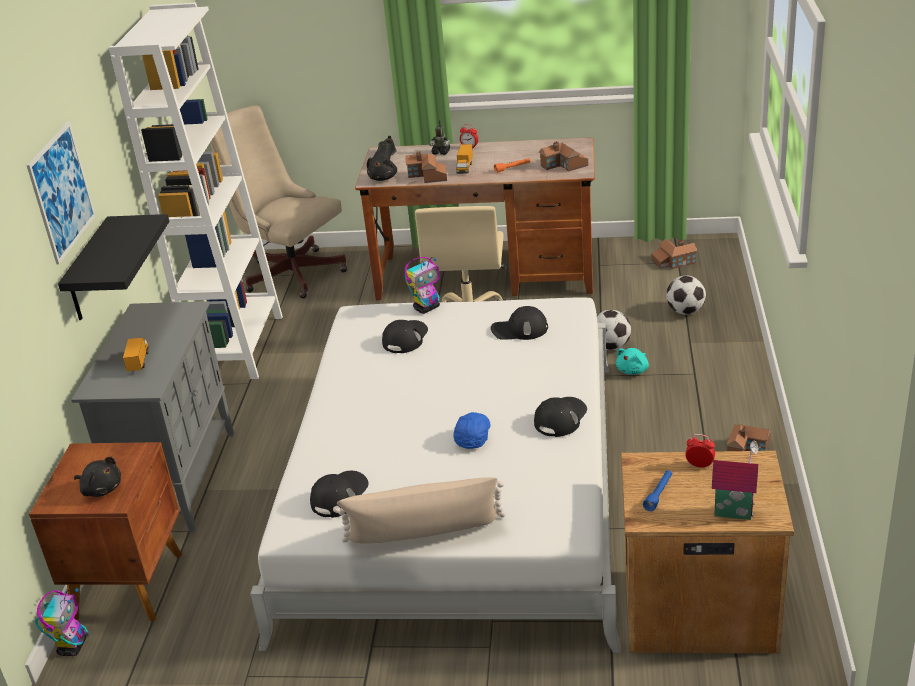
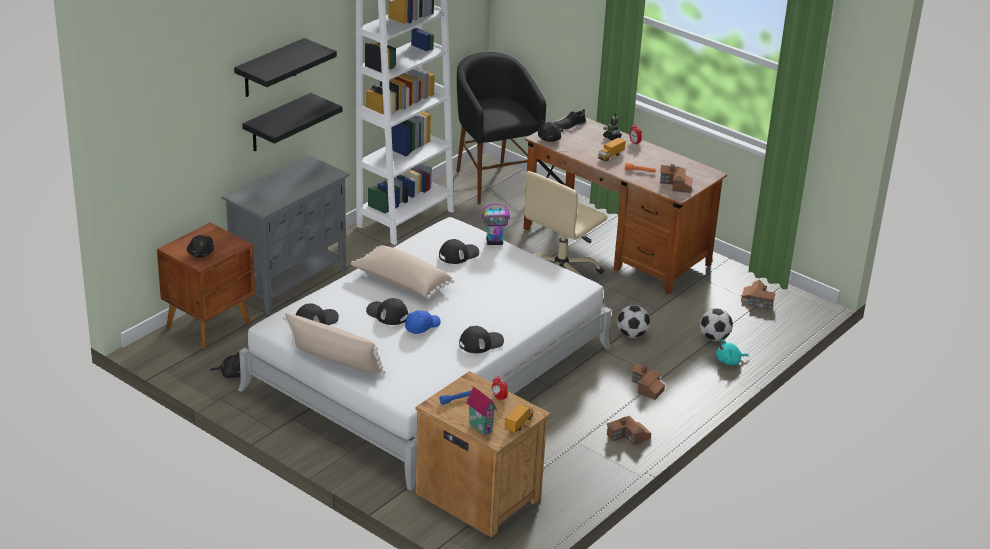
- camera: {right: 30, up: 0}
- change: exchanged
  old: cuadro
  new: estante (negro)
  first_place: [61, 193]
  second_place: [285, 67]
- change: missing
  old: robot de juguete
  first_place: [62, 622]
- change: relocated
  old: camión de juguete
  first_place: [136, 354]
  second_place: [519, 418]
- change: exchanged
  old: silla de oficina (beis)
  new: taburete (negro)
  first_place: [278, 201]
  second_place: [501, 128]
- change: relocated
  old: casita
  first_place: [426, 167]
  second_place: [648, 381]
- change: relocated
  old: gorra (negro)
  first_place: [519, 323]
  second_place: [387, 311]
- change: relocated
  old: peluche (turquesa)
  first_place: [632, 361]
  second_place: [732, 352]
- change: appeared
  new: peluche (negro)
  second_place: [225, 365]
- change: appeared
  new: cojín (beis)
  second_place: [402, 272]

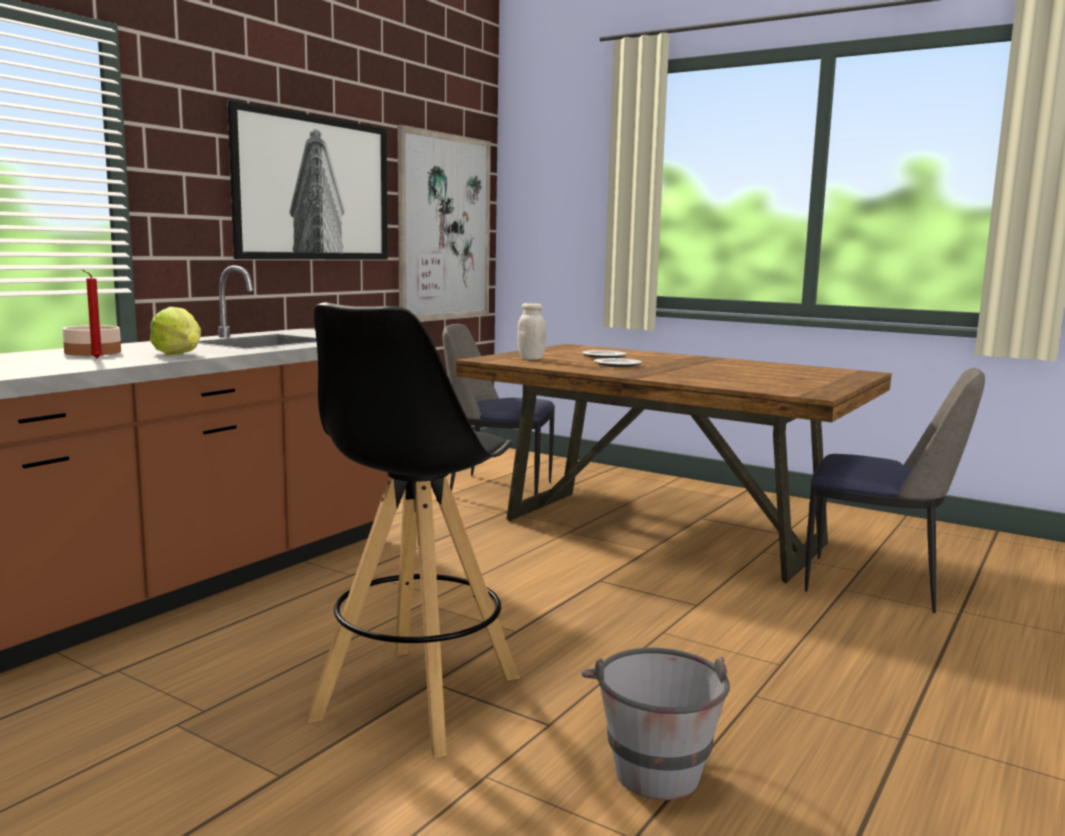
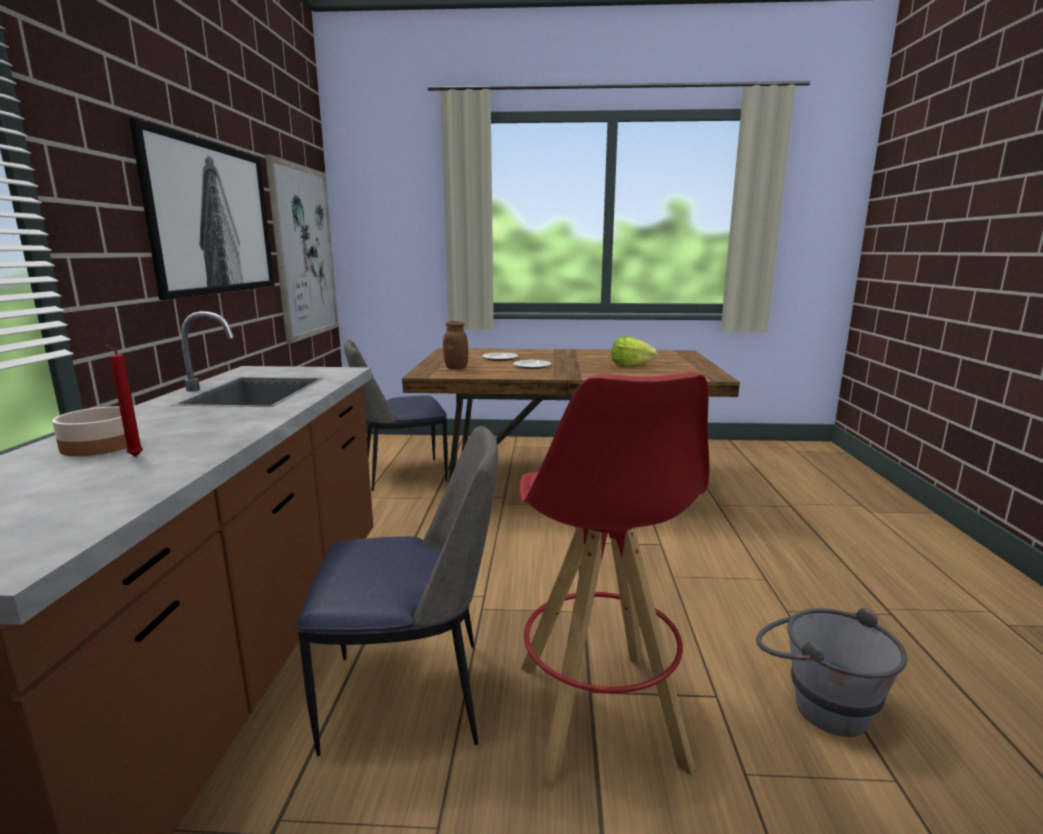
- camera: {right: -30, up: 5}
- change: relocated
  old: lechuga
  first_place: [175, 331]
  second_place: [634, 351]
- change: colour
  old: taburete (negro)
  new: taburete (rojo)
  first_place: [413, 530]
  second_place: [614, 581]
- change: colour
  old: tarro (blanco)
  new: tarro (marrón)
  first_place: [531, 331]
  second_place: [455, 345]
- change: relocated
  old: silla
  first_place: [895, 490]
  second_place: [397, 591]

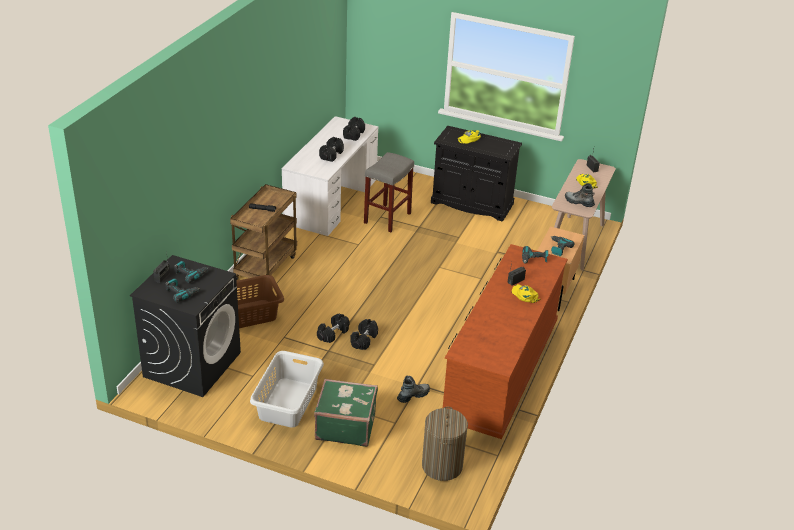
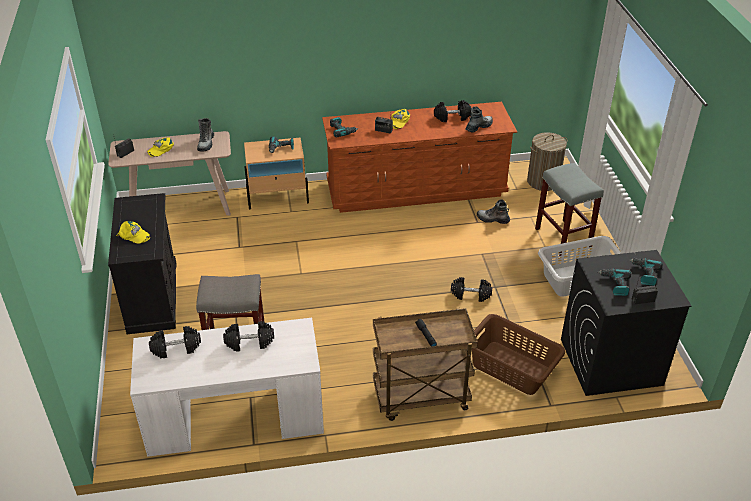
- camera: {right: -120, up: 5}
- change: exchanged
  old: maleta (verde)
  new: taburete (gris)
  first_place: [346, 413]
  second_place: [569, 209]
- change: relocated
  old: mancuerna (negro)
  first_place: [364, 334]
  second_place: [453, 111]
- change: appeared
  new: bota
  second_place: [479, 119]

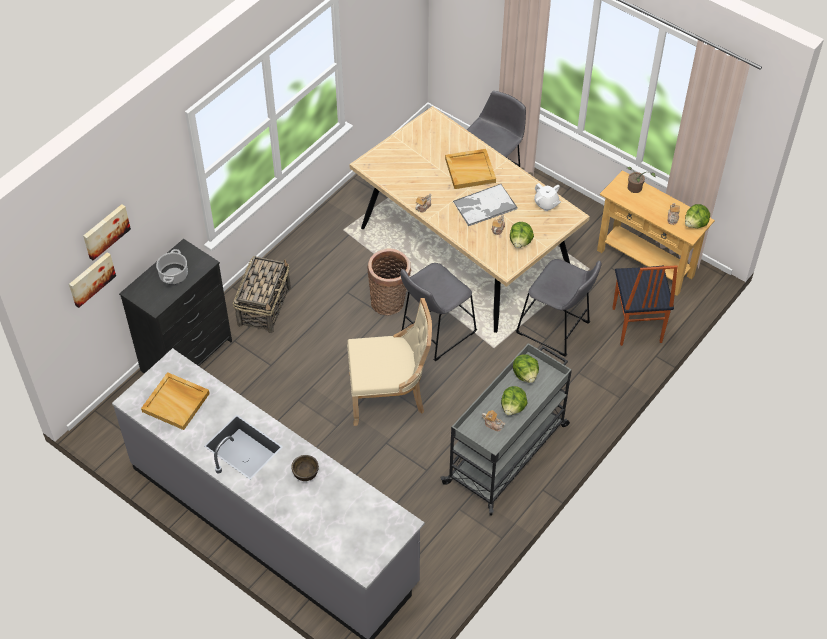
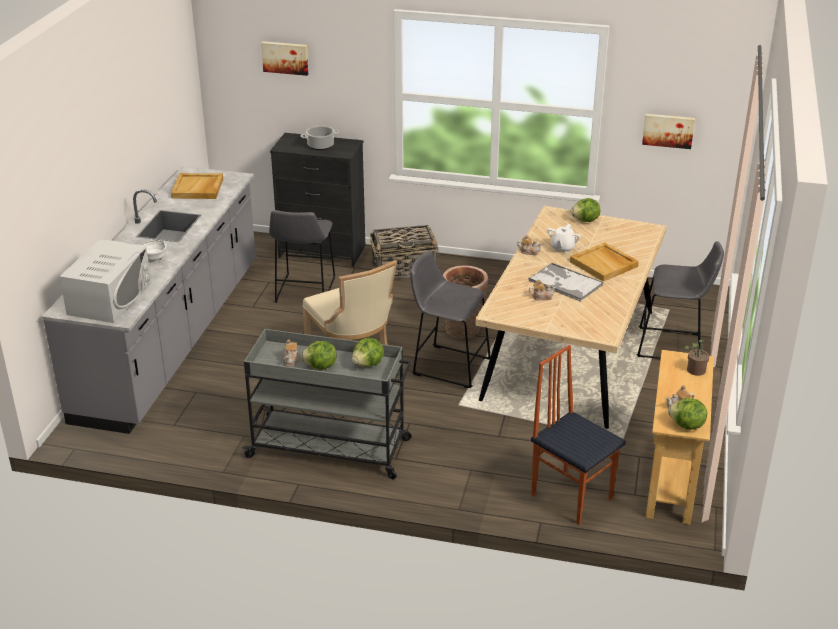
- camera: {right: 65, up: -20}
- change: relocated
  old: cuadro
  first_place: [92, 280]
  second_place: [668, 131]
- change: colour
  old: cuenco (marrón)
  new: cuenco (blanco)
  first_place: [305, 468]
  second_place: [154, 251]
- change: relocated
  old: lechuga
  first_place: [522, 235]
  second_place: [585, 210]
- change: relocated
  old: taburete (gris)
  first_place: [559, 307]
  second_place: [302, 256]
- change: relocated
  old: tetera (blanco)
  first_place: [547, 197]
  second_place: [564, 238]
- change: spun
  old: silla
  first_place: [645, 305]
  second_place: [578, 434]
  degrees: 75
- change: appeared
  new: microondas (blanco)
  second_place: [105, 281]

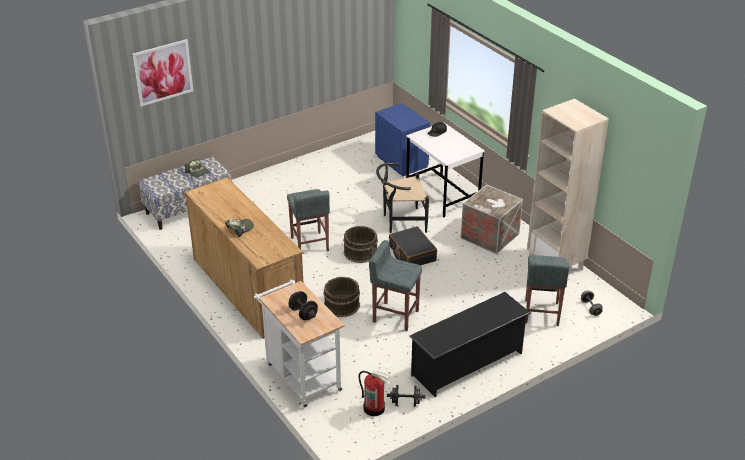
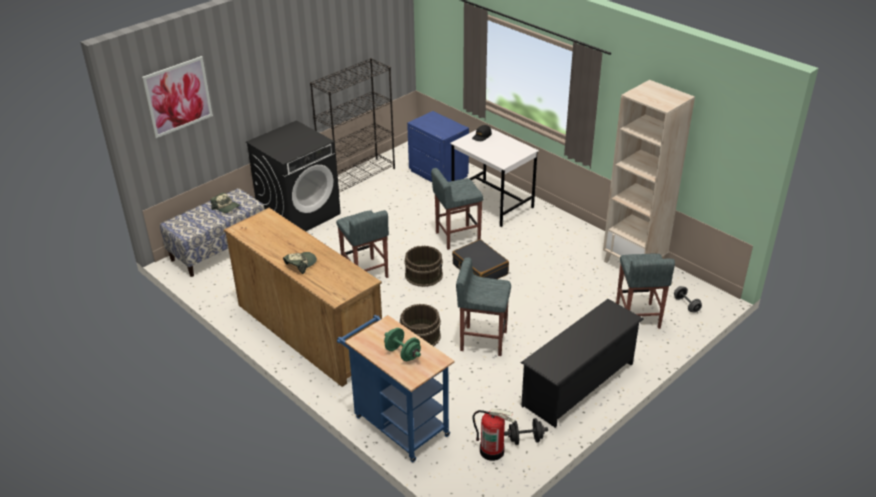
- camera: {right: -10, up: 0}
- change: colour
  old: carrito (blanco)
  new: carrito (azul)
  first_place: [299, 343]
  second_place: [395, 388]
- change: colour
  old: mancuerna (negro)
  new: mancuerna (verde)
  first_place: [303, 305]
  second_place: [402, 344]
- change: exchanged
  old: silla (negro)
  new: taburete (gris)
  first_place: [402, 197]
  second_place: [457, 209]
- change: missing
  old: caja de embalaje
  first_place: [492, 219]
- change: appeared
  new: lavadora (negro)
  second_place: [293, 175]
- change: appeared
  new: estantería (negro)
  second_place: [352, 125]

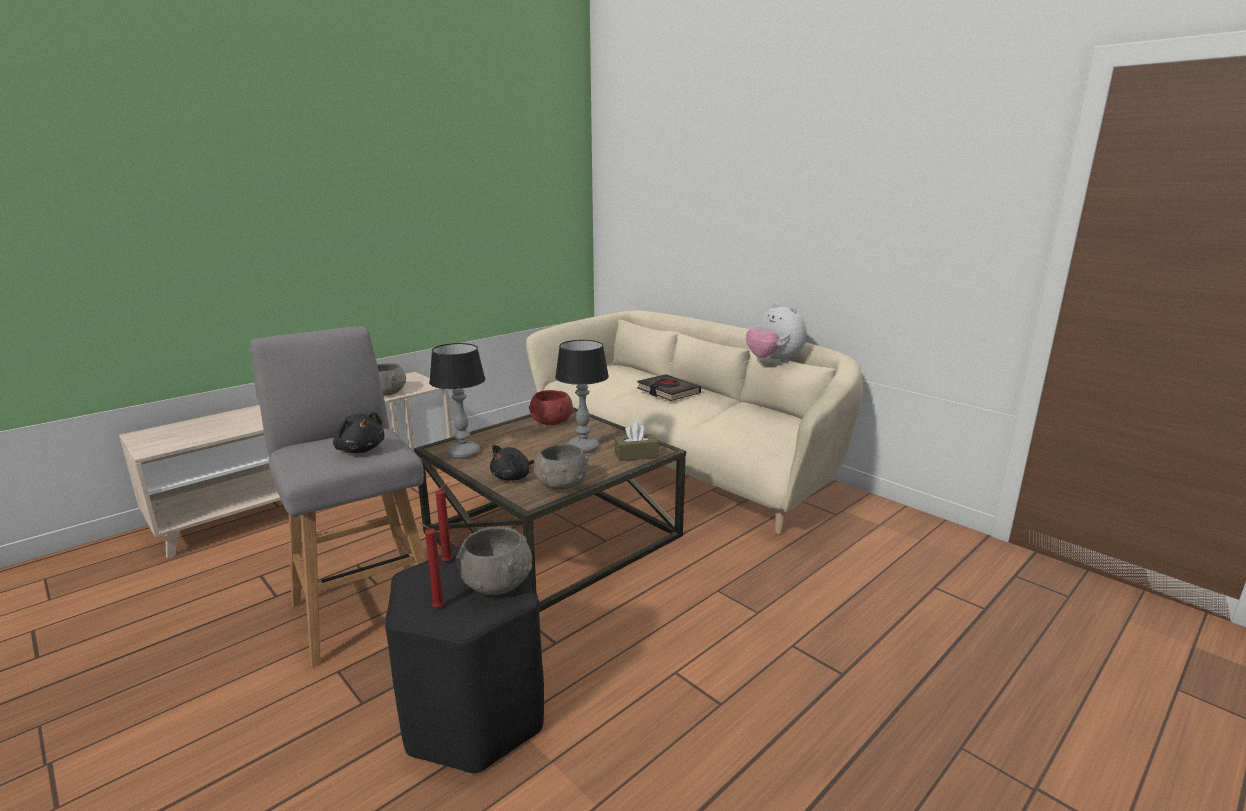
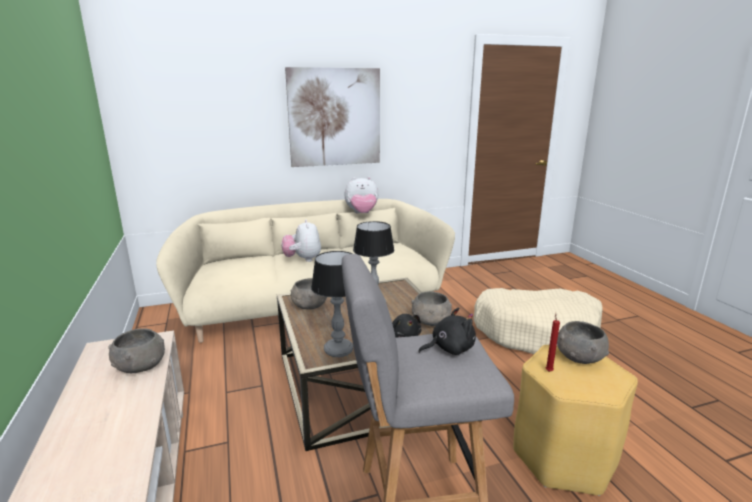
- camera: {right: -65, up: 0}
- change: colour
  old: taburete (negro)
  new: taburete (amarillo)
  first_place: [464, 660]
  second_place: [575, 420]
- change: missing
  old: vela (rojo)
  first_place: [431, 565]
- change: colour
  old: cuenco (rojo)
  new: cuenco (gris)
  first_place: [551, 407]
  second_place: [309, 293]
- change: missing
  old: caja de pañuelos (marrón)
  first_place: [636, 442]
- change: exchanged
  old: libro (negro)
  new: peluche
  first_place: [669, 387]
  second_place: [301, 240]
- change: appeared
  new: cuadro
  second_place: [332, 117]
- change: appeared
  new: cama para perro (beis)
  second_place: [538, 321]

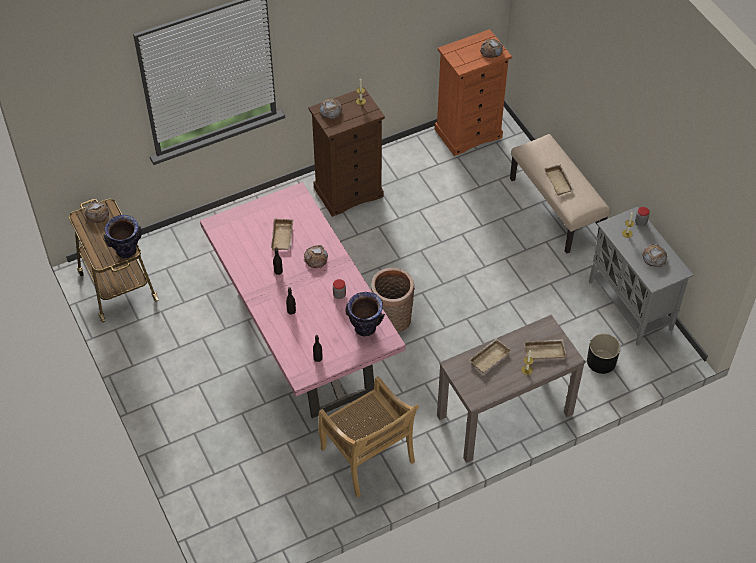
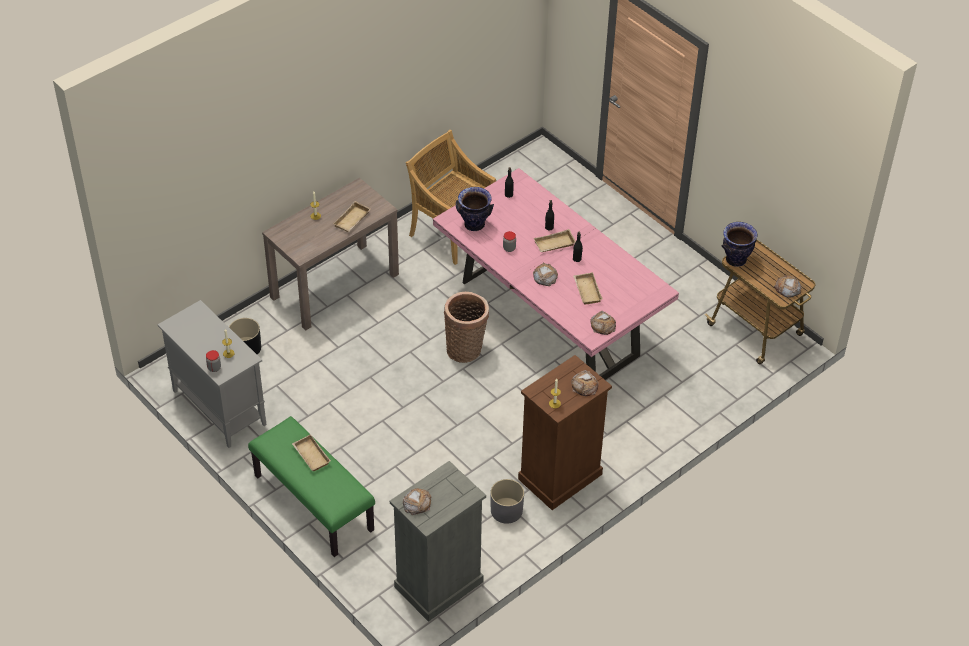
- camera: {right: 165, up: -5}
- change: colour
  old: cómoda (naranja)
  new: cómoda (gris)
  first_place: [473, 92]
  second_place: [438, 541]
- change: colour
  old: banco (beis)
  new: banco (verde)
  first_place: [560, 194]
  second_place: [311, 486]
- change: relocated
  old: bandeja (beis)
  first_place: [545, 349]
  second_place: [555, 240]
- change: relocated
  old: pan
  first_place: [654, 255]
  second_place: [603, 323]
- change: appeared
  new: maceta (gris)
  second_place: [507, 501]

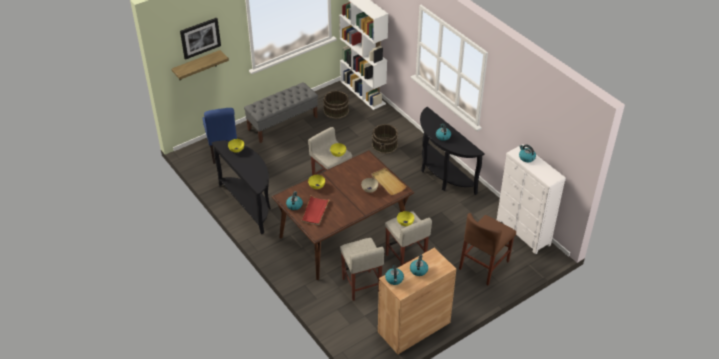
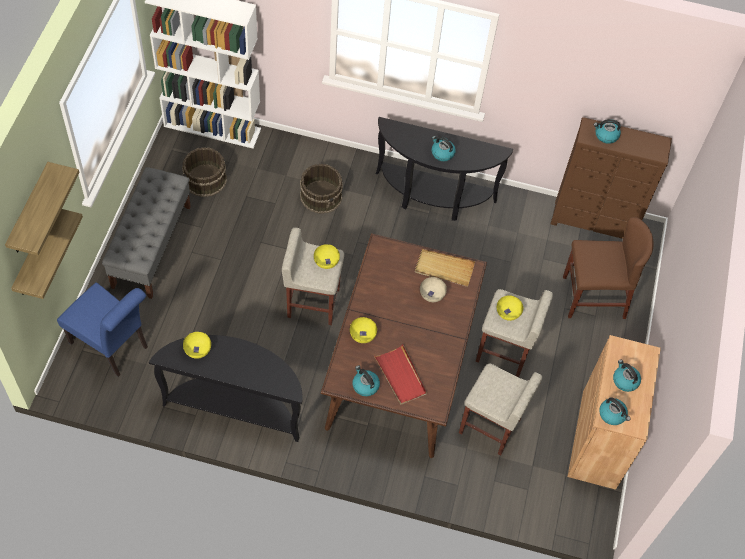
- camera: {right: -45, up: 15}
- change: exchanged
  old: cuadro
  new: estante
  first_place: [200, 39]
  second_place: [42, 209]
- change: spun
  old: silla (marrón)
  first_place: [487, 249]
  second_place: [608, 268]
  degrees: -90
- change: colour
  old: cómoda (blanco)
  new: cómoda (marrón)
  first_place: [531, 199]
  second_place: [611, 178]

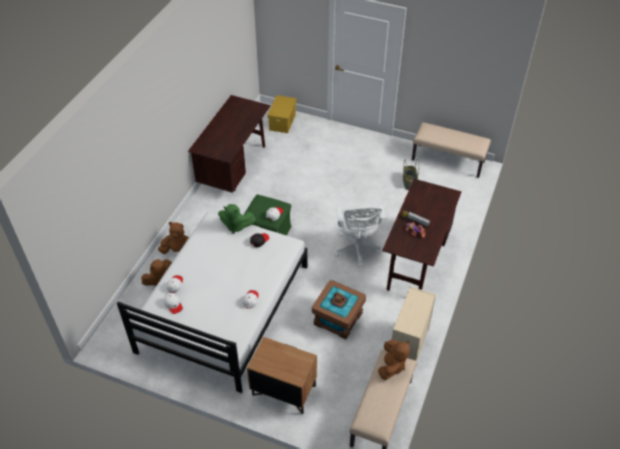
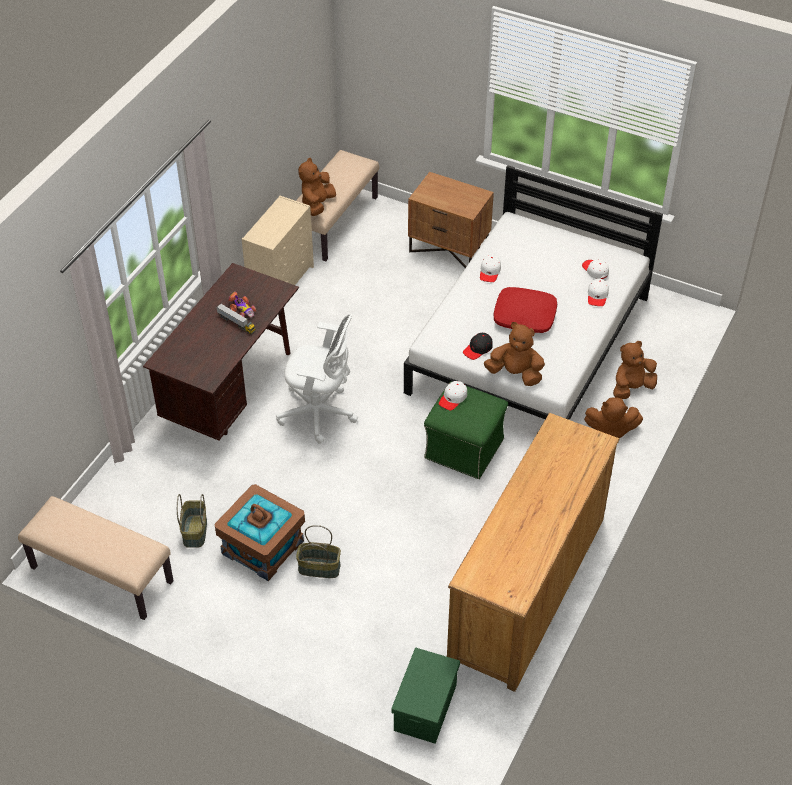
- camera: {right: -175, up: 0}
- change: exchanged
  old: escritorio (marrón)
  new: cómoda (marrón)
  first_place: [229, 144]
  second_place: [533, 552]
- change: colour
  old: peluche (verde)
  new: peluche (marrón)
  first_place: [237, 219]
  second_place: [514, 354]
- change: colour
  old: caja de almacenaje (amarillo)
  new: caja de almacenaje (verde)
  first_place: [282, 114]
  second_place: [425, 696]
- change: relocated
  old: caja de almacenaje (marrón)
  first_place: [339, 309]
  second_place: [259, 532]
- change: spun
  old: silla de oficina (blanco)
  first_place: [360, 236]
  second_place: [317, 379]
  degrees: 105
- change: appeared
  new: cesta
  second_place: [318, 551]
- change: appeared
  new: cojín (rojo)
  second_place: [525, 310]

